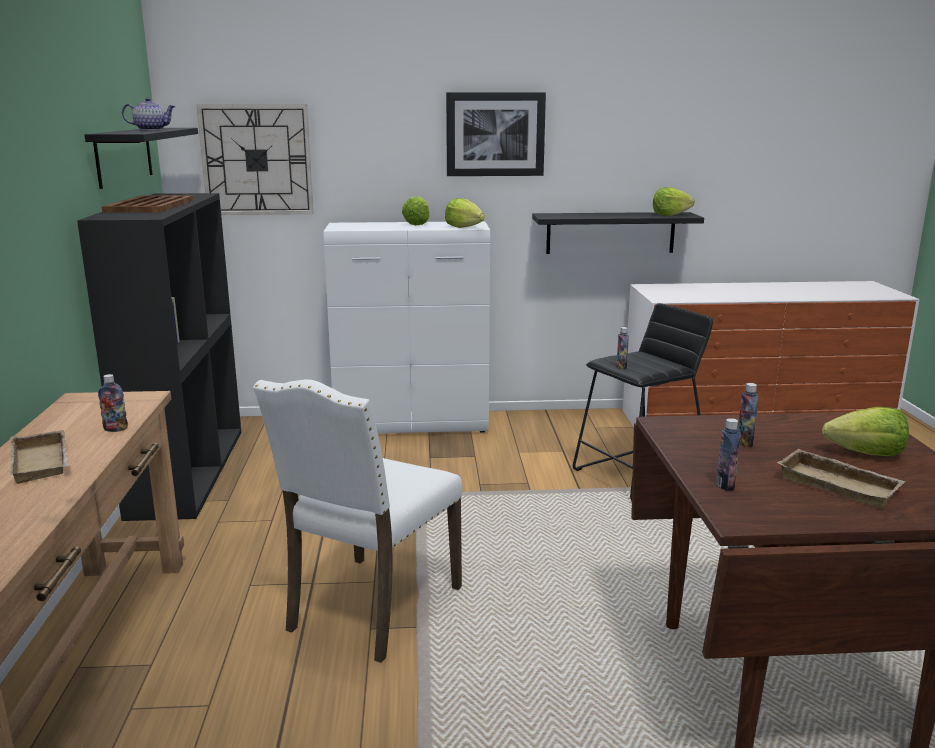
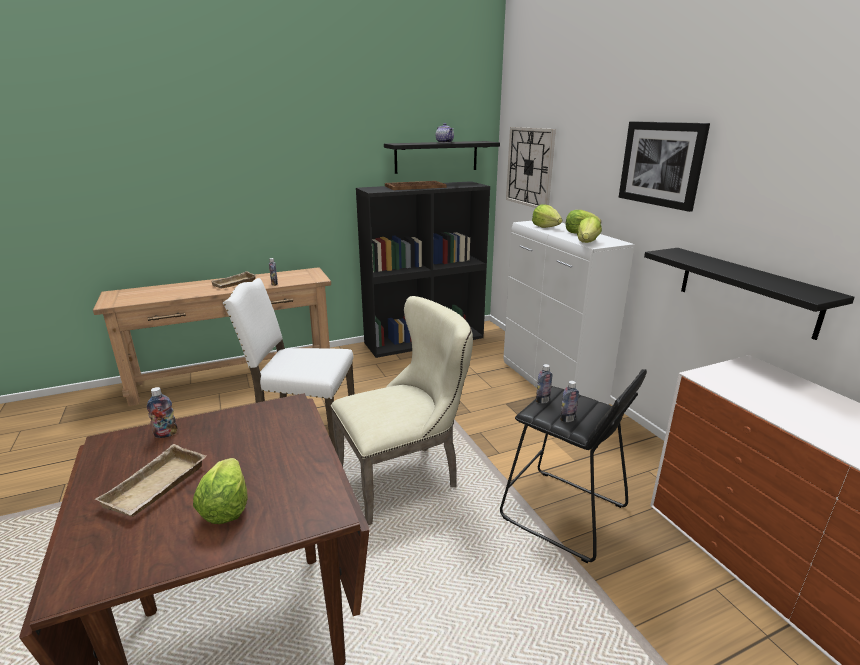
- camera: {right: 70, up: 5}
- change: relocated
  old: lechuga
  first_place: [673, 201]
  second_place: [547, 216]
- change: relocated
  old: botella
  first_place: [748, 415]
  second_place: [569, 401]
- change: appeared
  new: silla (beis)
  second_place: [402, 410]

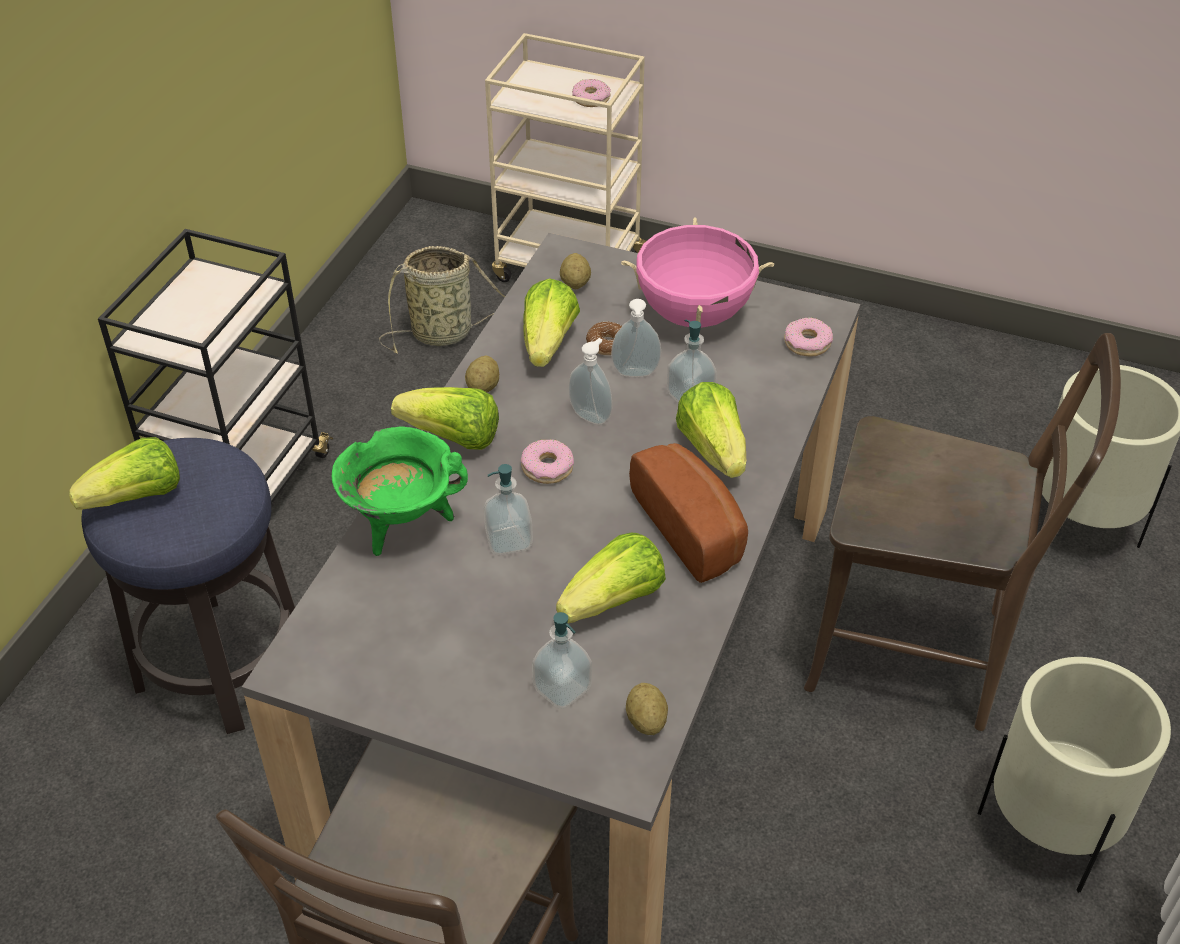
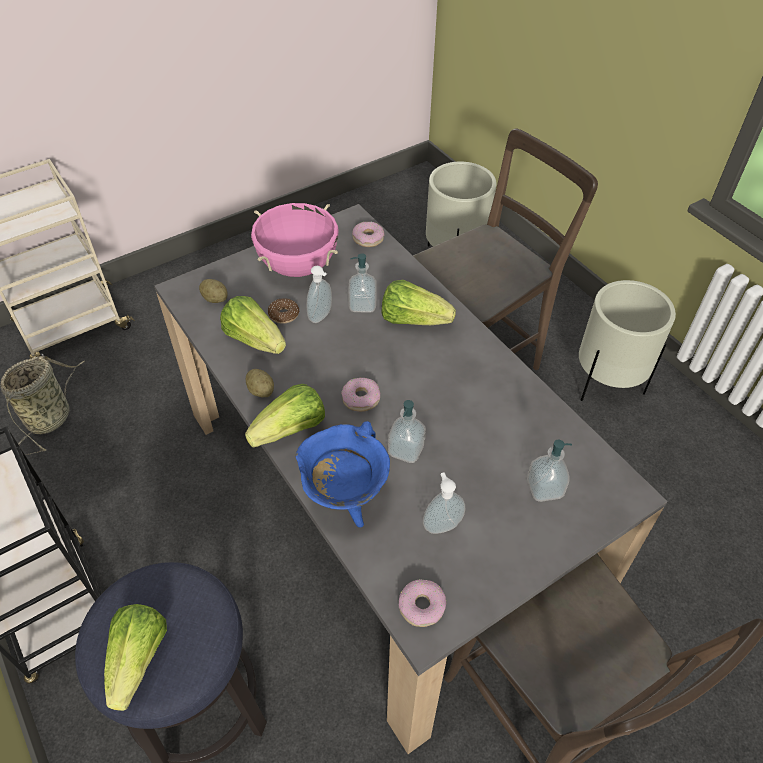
- camera: {right: -55, up: 5}
- change: colour
  old: olla (verde)
  new: olla (azul)
  first_place: [400, 491]
  second_place: [342, 474]
- change: missing
  old: lechuga
  first_place: [611, 578]
- change: relocated
  old: dispensador de jabón
  first_place: [590, 381]
  second_place: [444, 503]
- change: relocated
  old: rosquilla
  first_place: [591, 93]
  second_place: [422, 603]
- change: missing
  old: patata
  first_place: [647, 709]
- change: missing
  old: pan
  first_place: [688, 513]

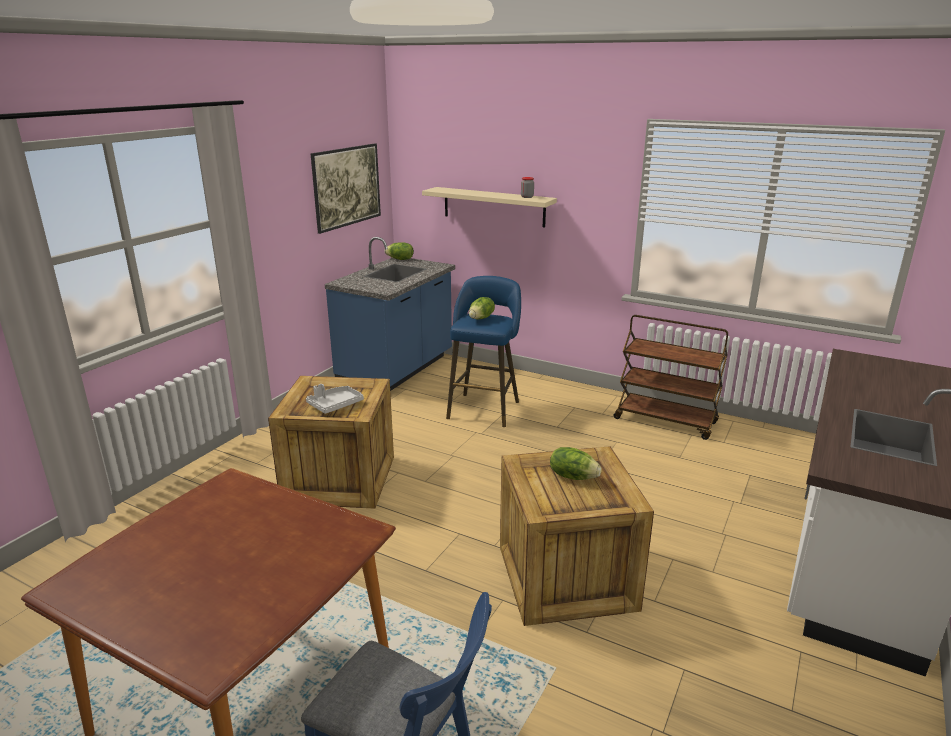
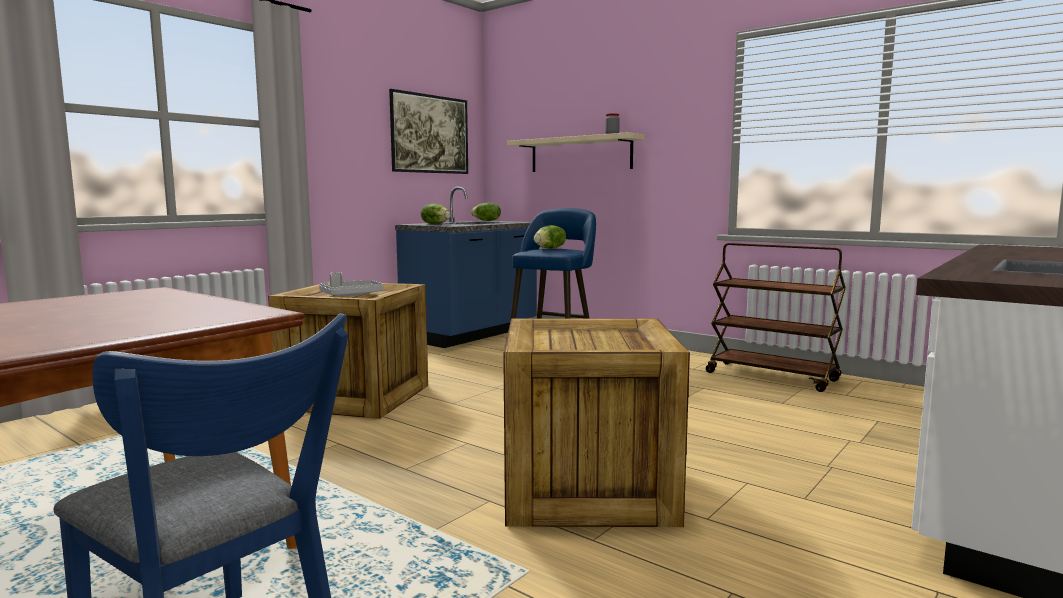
- camera: {right: 10, up: -15}
- change: relocated
  old: lechuga
  first_place: [576, 463]
  second_place: [435, 214]

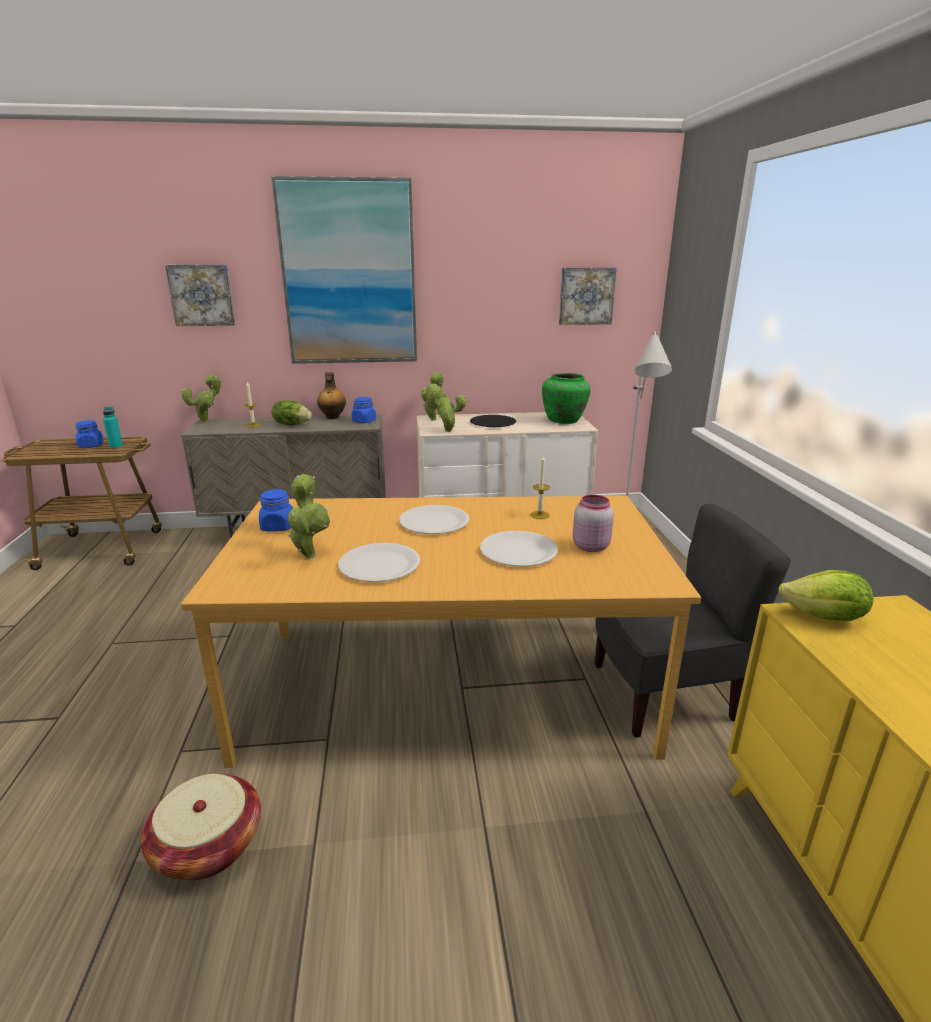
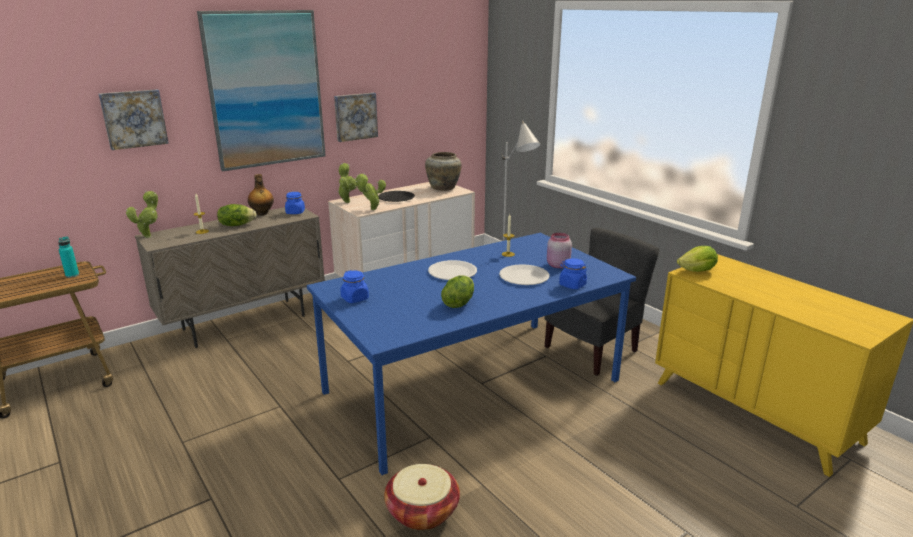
- camera: {right: -30, up: 0}
- change: relocated
  old: tarro (azul)
  first_place: [90, 434]
  second_place: [573, 273]
- change: colour
  old: mesa de comedor (naranja)
  new: mesa de comedor (azul)
  first_place: [441, 632]
  second_place: [471, 354]
- change: missing
  old: planta en maceta
  first_place: [309, 516]
- change: exchanged
  old: plato (blanco)
  new: lechuga
  first_place: [379, 562]
  second_place: [457, 291]
- change: colour
  old: florero (verde)
  new: florero (beis)
  first_place: [566, 398]
  second_place: [443, 171]
- change: relocated
  old: cuadro
  first_place: [588, 296]
  second_place: [356, 117]

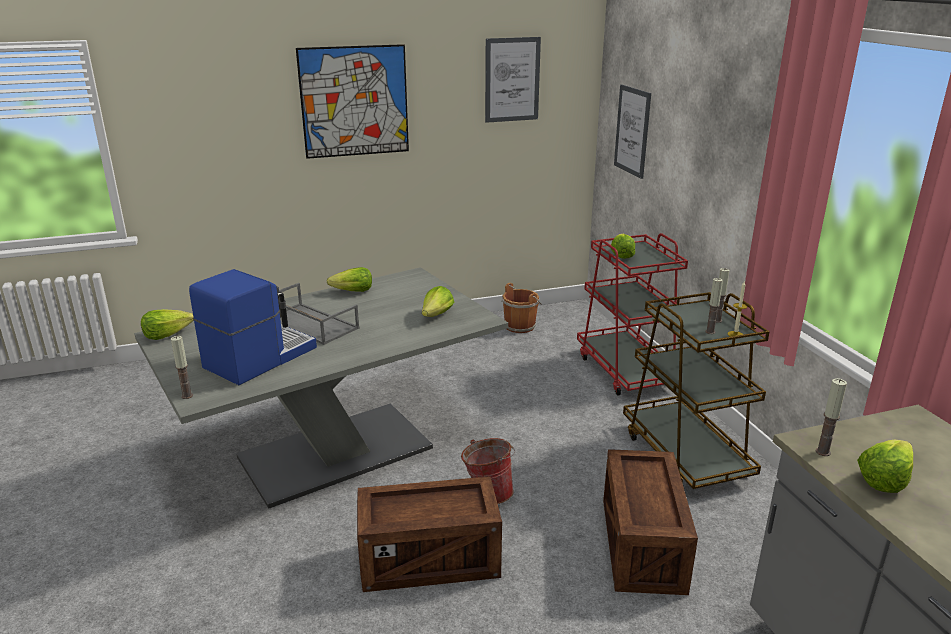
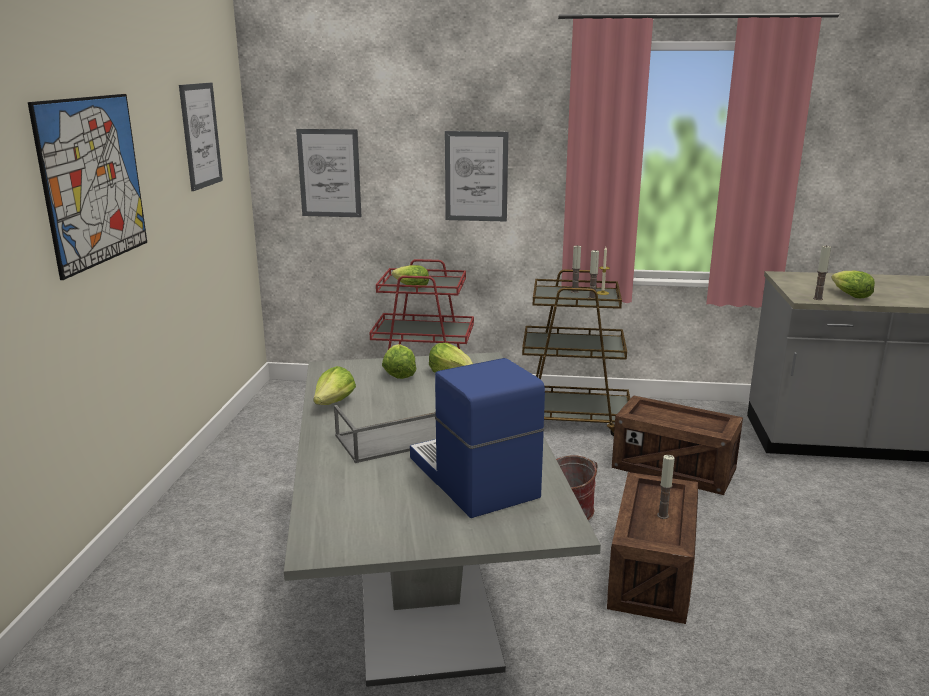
- camera: {right: -65, up: -5}
- change: relocated
  old: lechuga
  first_place: [167, 324]
  second_place: [399, 361]
- change: relocated
  old: vela
  first_place: [182, 367]
  second_place: [666, 487]
- change: missing
  old: cubo (marrón)
  first_place: [521, 308]
- change: appeared
  new: cuadro
  second_place: [476, 176]

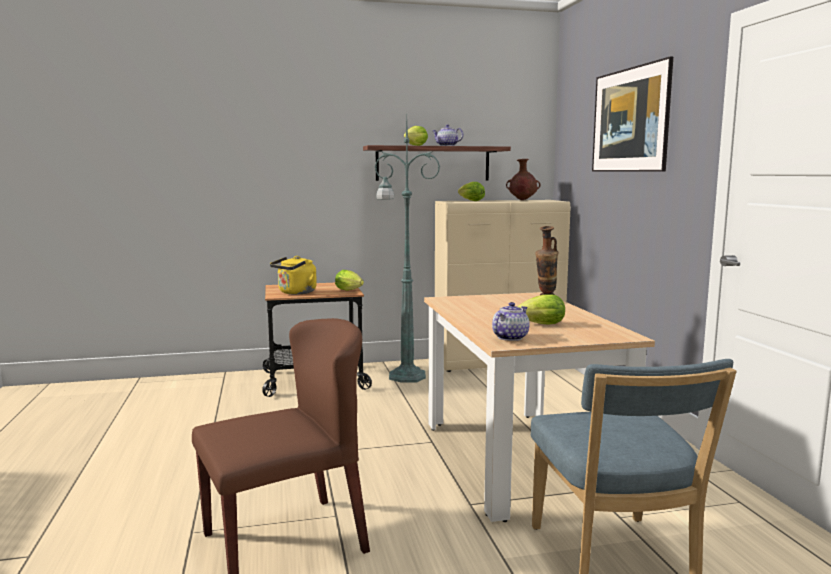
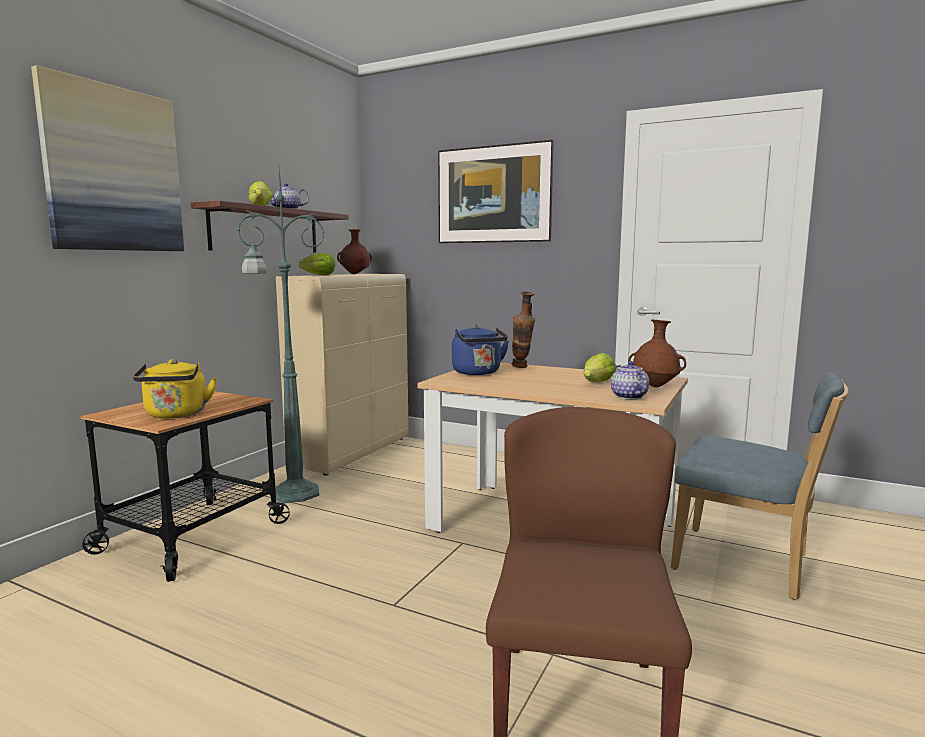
- camera: {right: -50, up: 0}
- change: missing
  old: lechuga
  first_place: [349, 280]
- change: appeared
  new: cuadro
  second_place: [107, 158]
- change: appeared
  new: hervidor (azul)
  second_place: [480, 350]
- change: appeared
  new: florero (marrón)
  second_place: [657, 353]

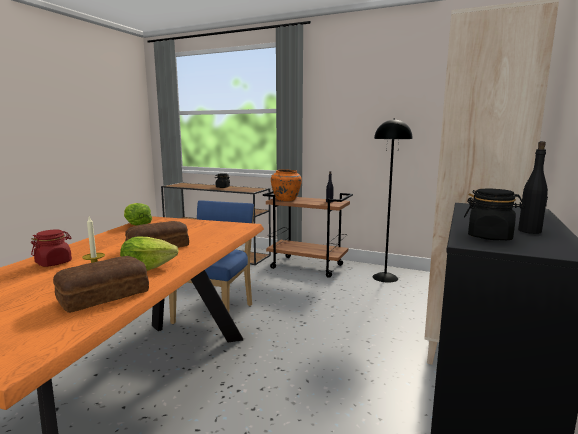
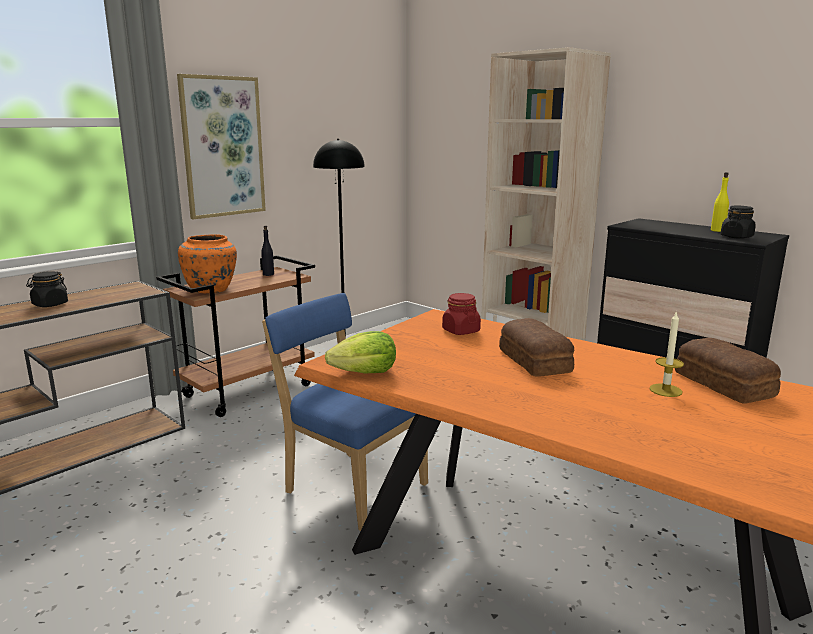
- camera: {right: -70, up: 5}
- change: relocated
  old: tarro (rojo)
  first_place: [51, 248]
  second_place: [461, 314]
- change: missing
  old: lechuga
  first_place: [149, 253]
- change: colour
  old: botella (negro)
  new: botella (amarillo)
  first_place: [533, 187]
  second_place: [720, 202]
- change: appeared
  new: cuadro
  second_place: [221, 146]

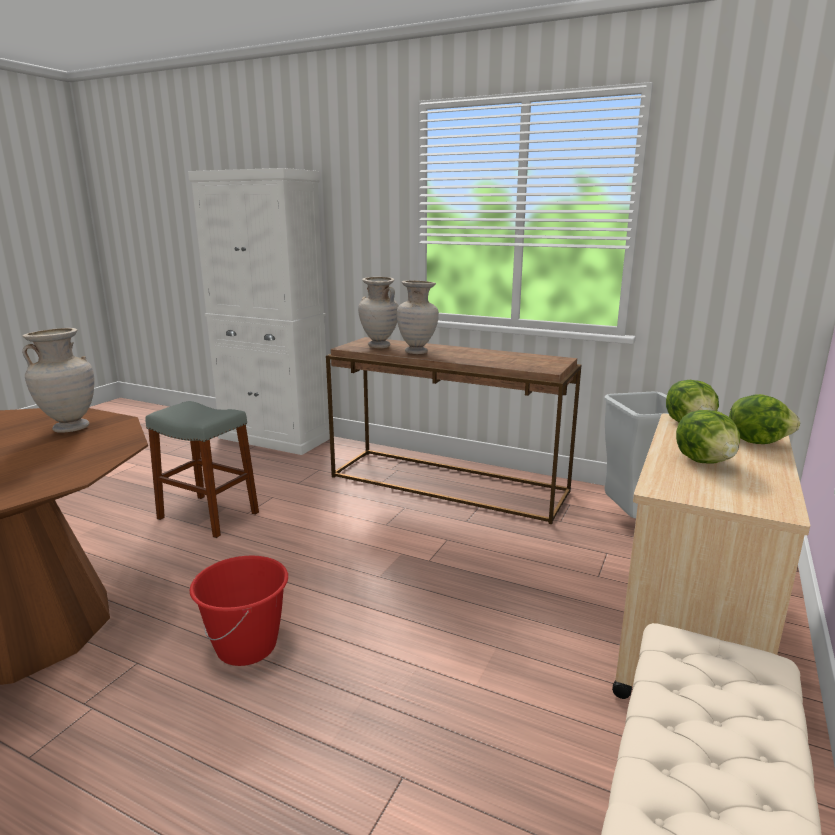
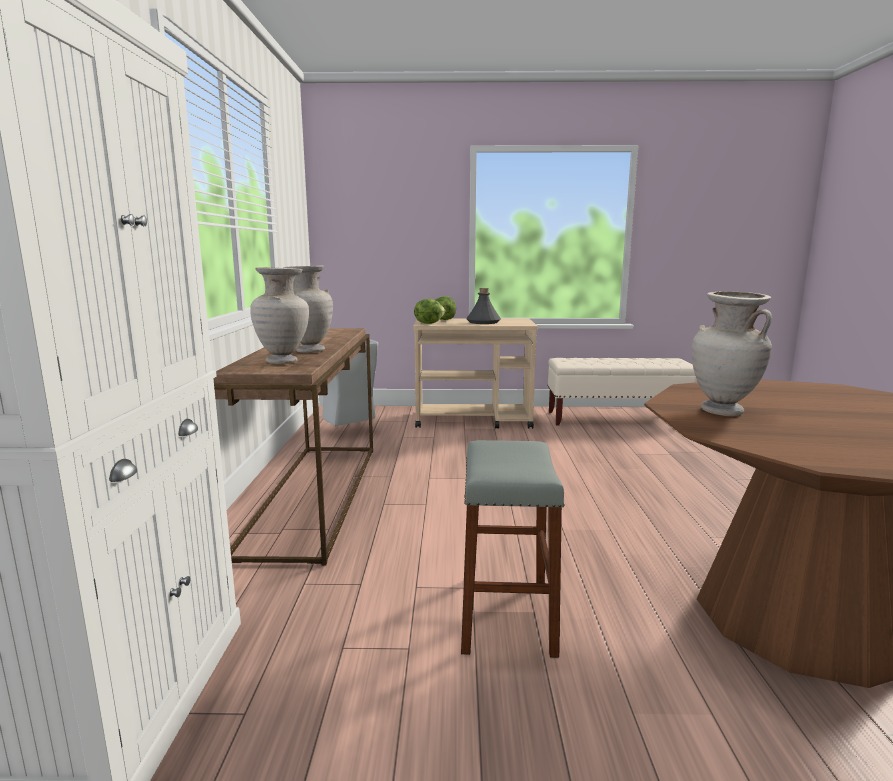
- camera: {right: -115, up: -5}
- change: missing
  old: cubo (rojo)
  first_place: [238, 611]
- change: exchanged
  old: lechuga
  new: botella (gris)
  first_place: [708, 437]
  second_place: [483, 306]

